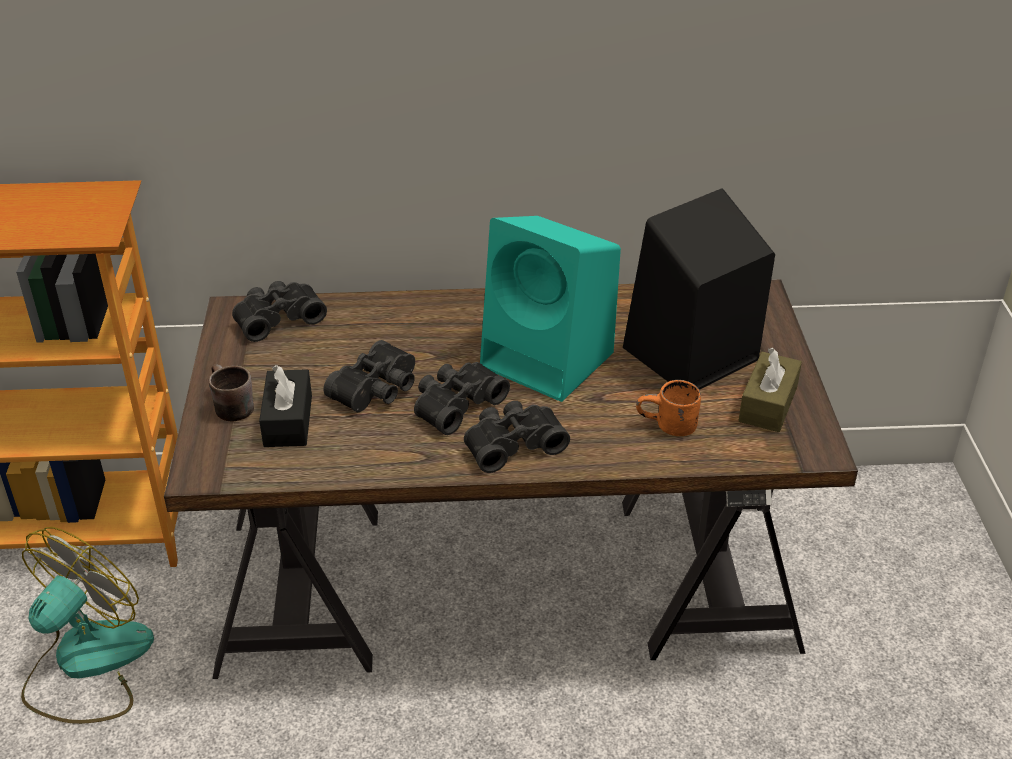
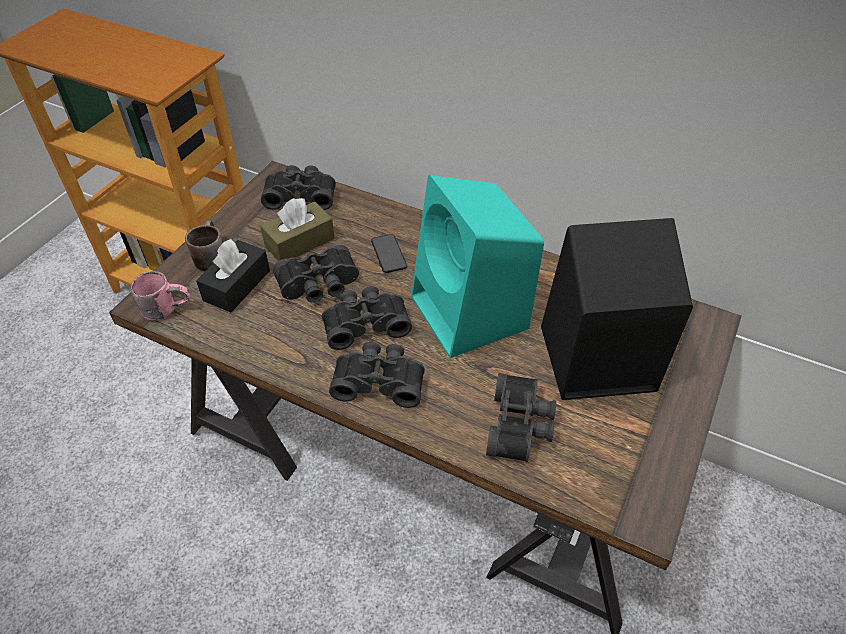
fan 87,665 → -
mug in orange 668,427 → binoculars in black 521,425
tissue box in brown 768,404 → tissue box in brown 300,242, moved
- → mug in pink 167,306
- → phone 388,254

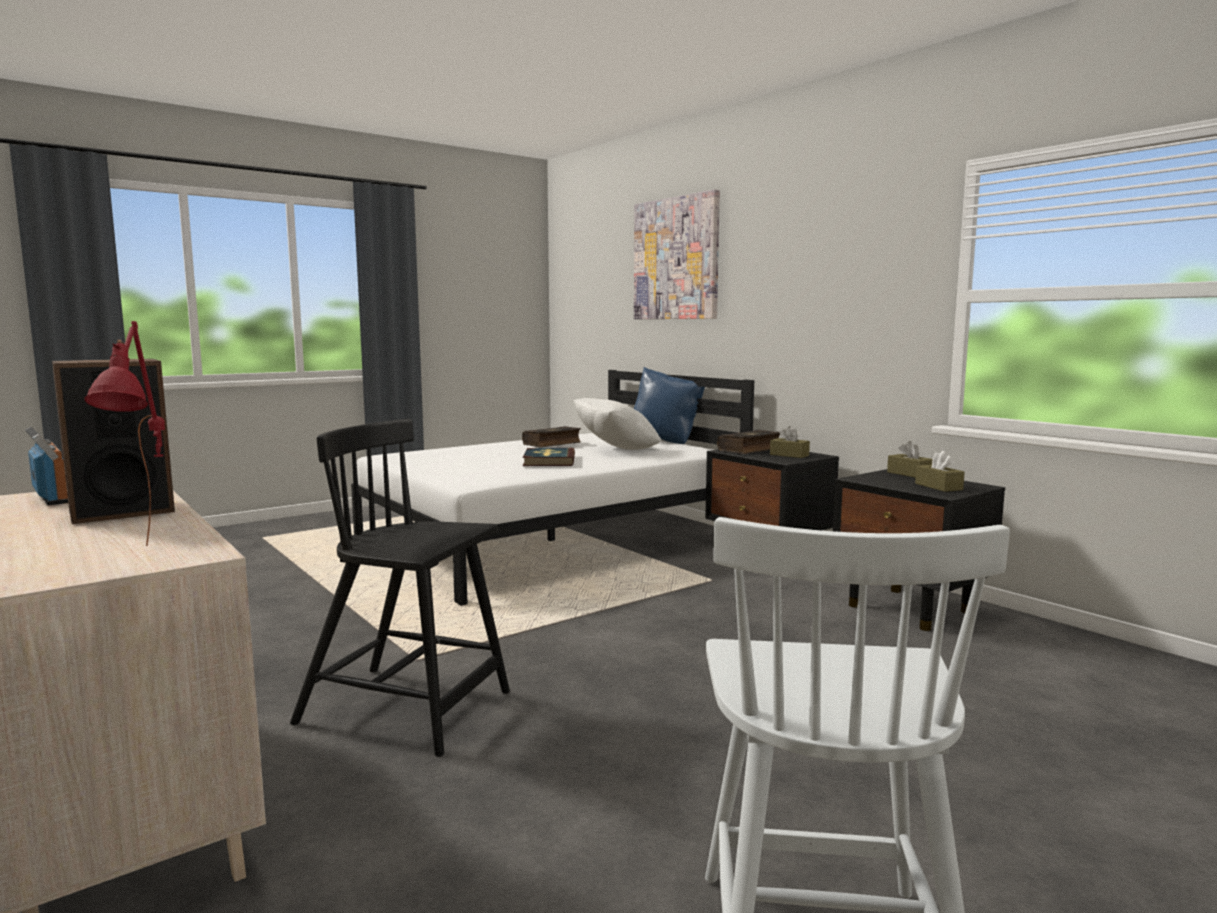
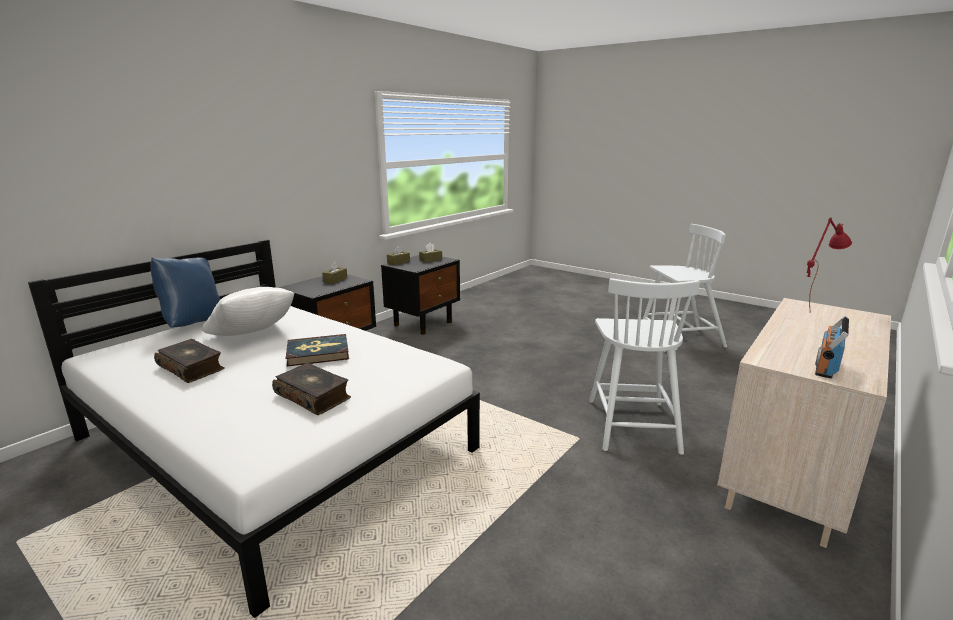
speaker 121,511 → -
chair in black 408,709 → chair in white 632,424
picture 676,259 → -
book 750,449 → book 313,396, moved

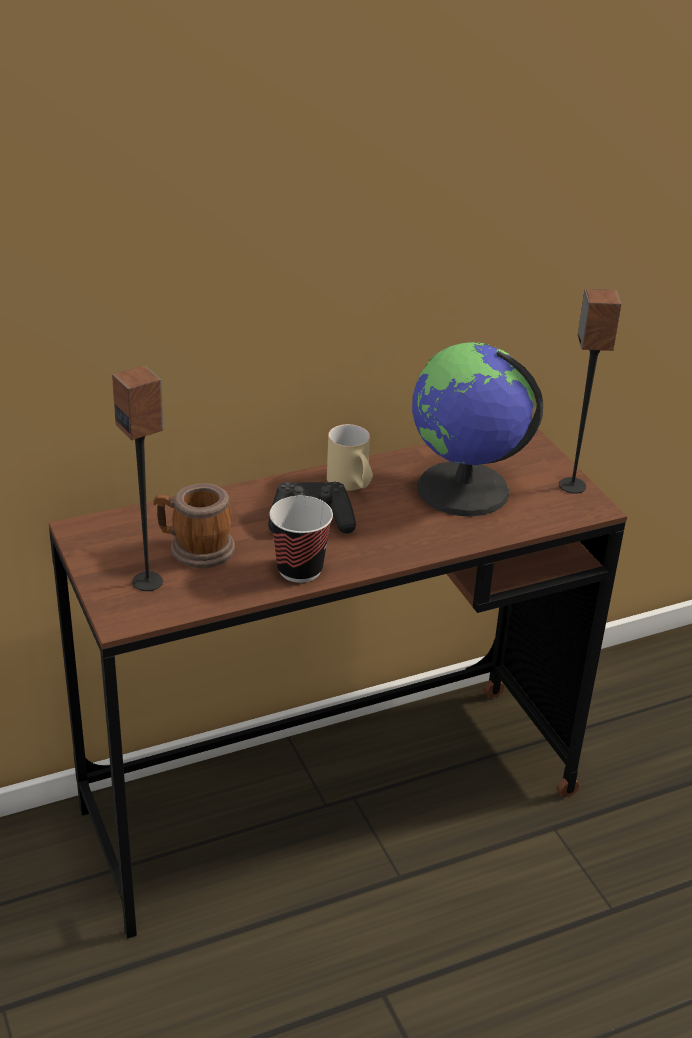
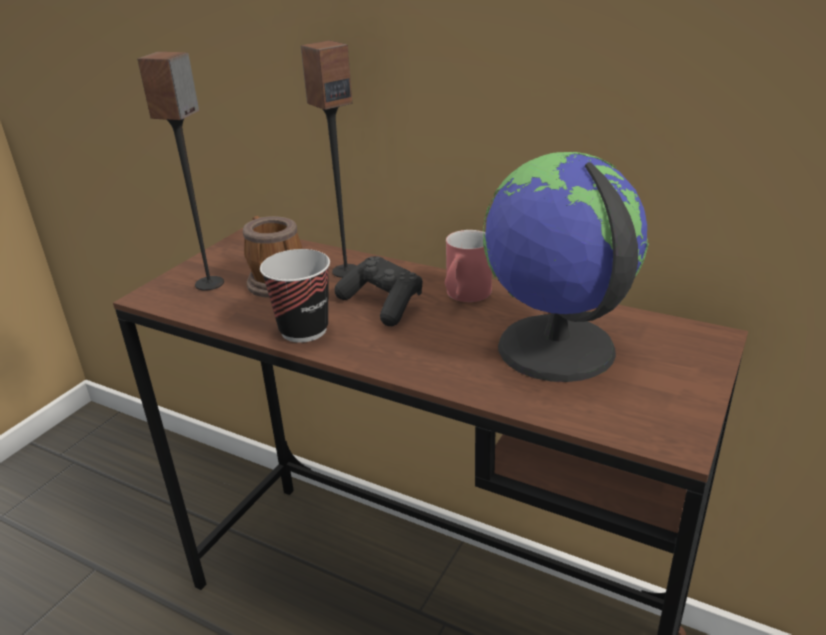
mug in beige 352,485 → mug in red 464,297
speaker 571,486 → speaker 345,271, moved

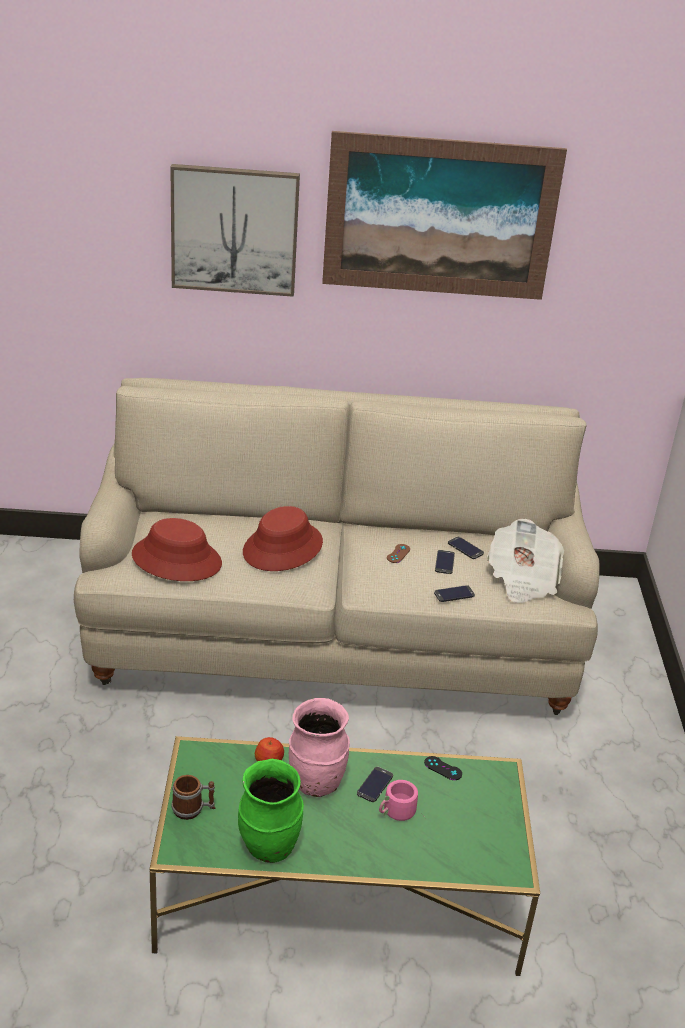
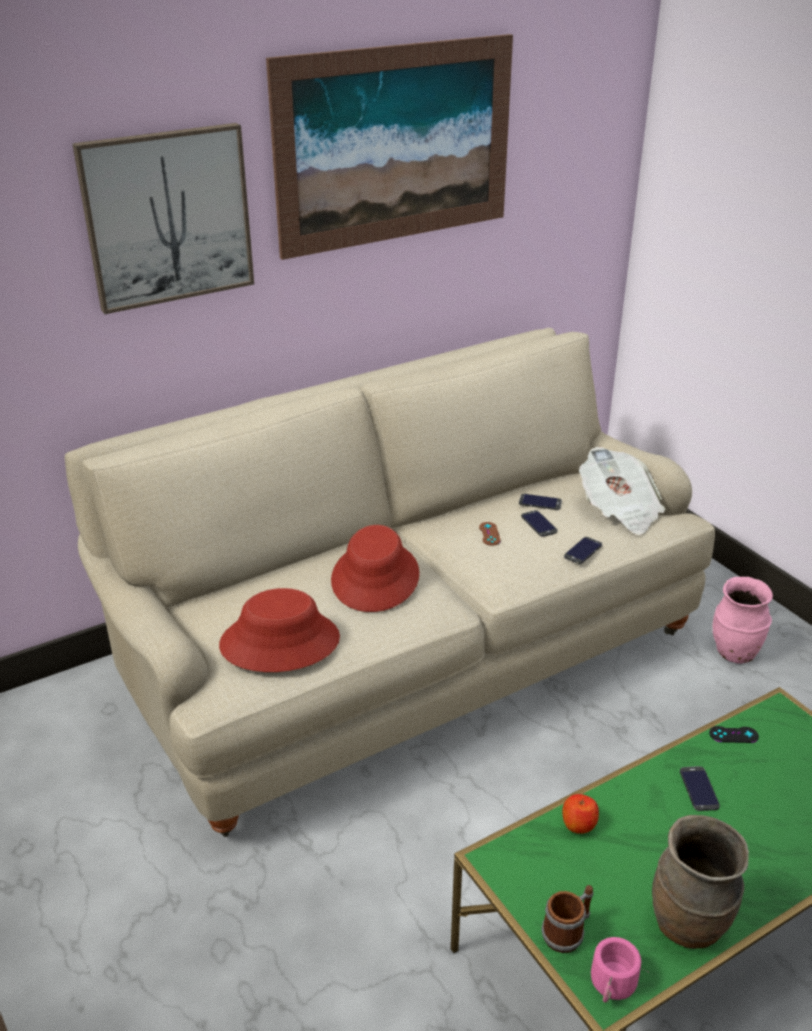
vase in green 269,848 → vase in brown 688,927
vase in pink 316,783 → vase in pink 734,653, moved
mug in pink 397,813 → mug in pink 614,987, moved

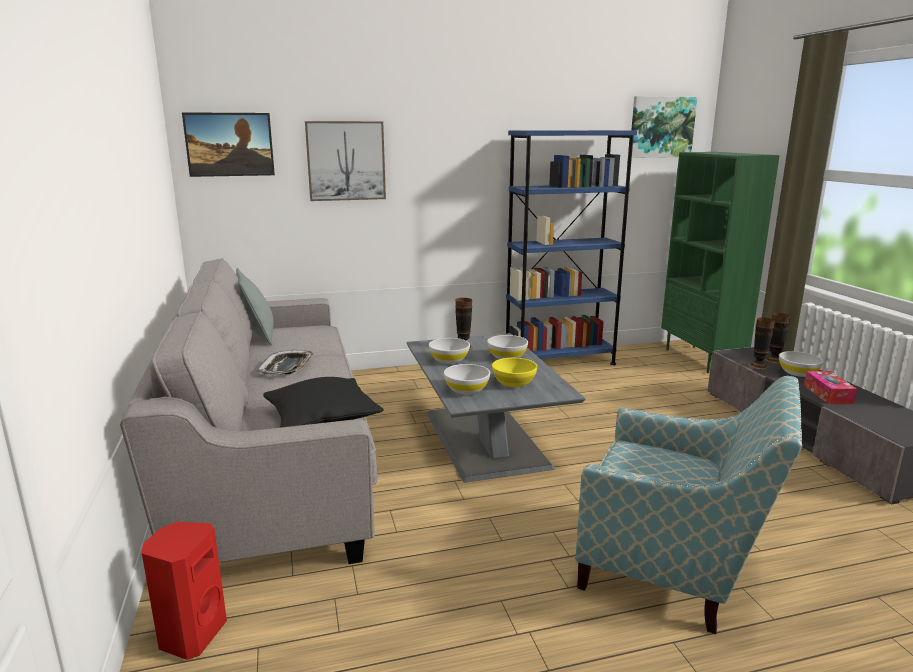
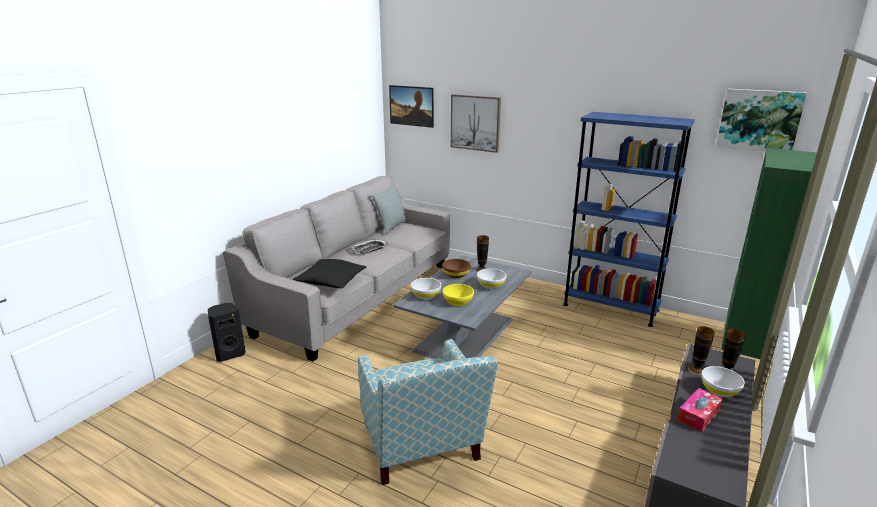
speaker in red 191,635 → speaker in black 229,354
bowl in white 449,360 → bowl in brown 456,275

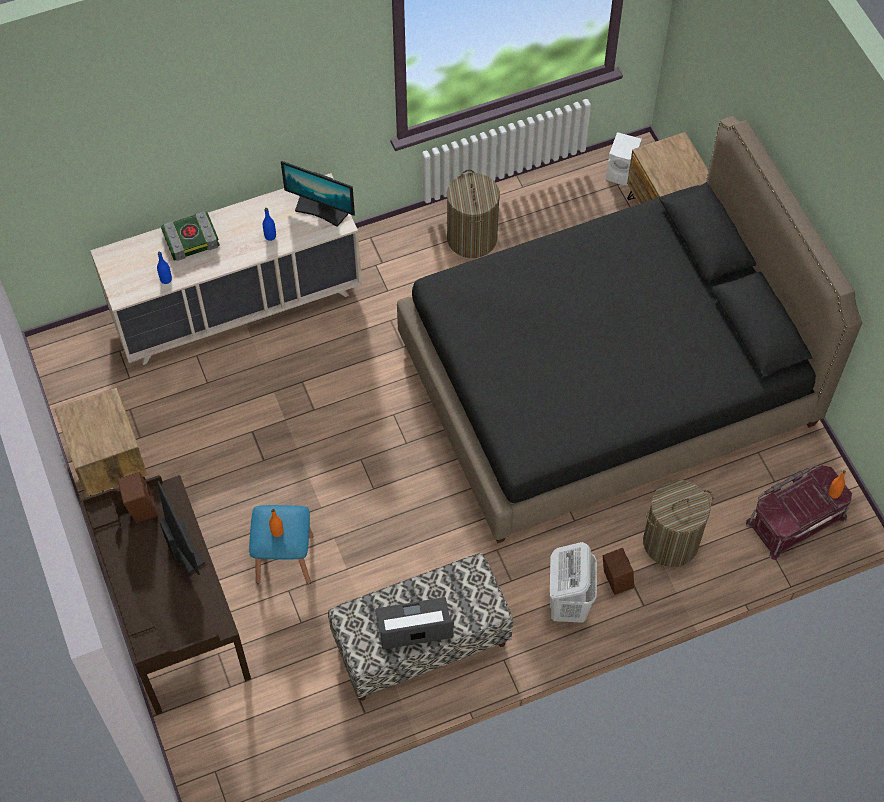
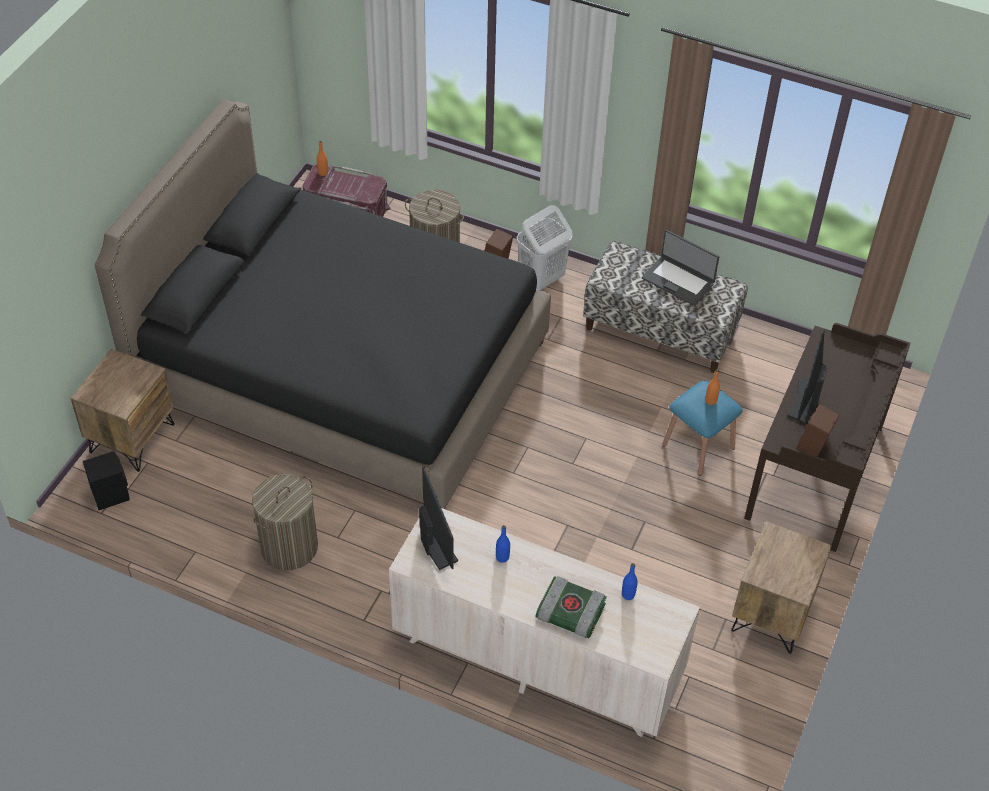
speaker in white 622,172 → speaker in black 110,493

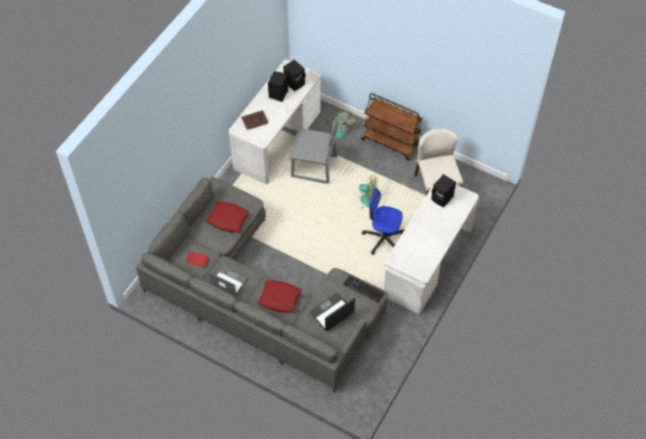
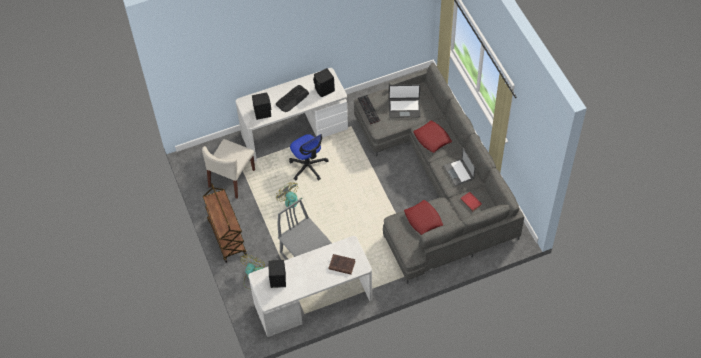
speaker in black 278,94 → speaker in black 324,90, moved
- → keyboard 292,99

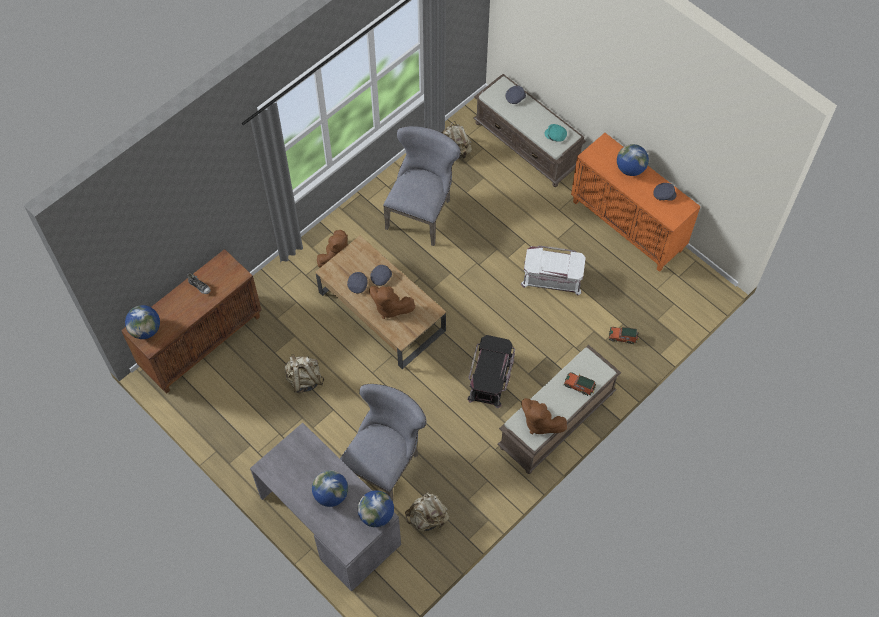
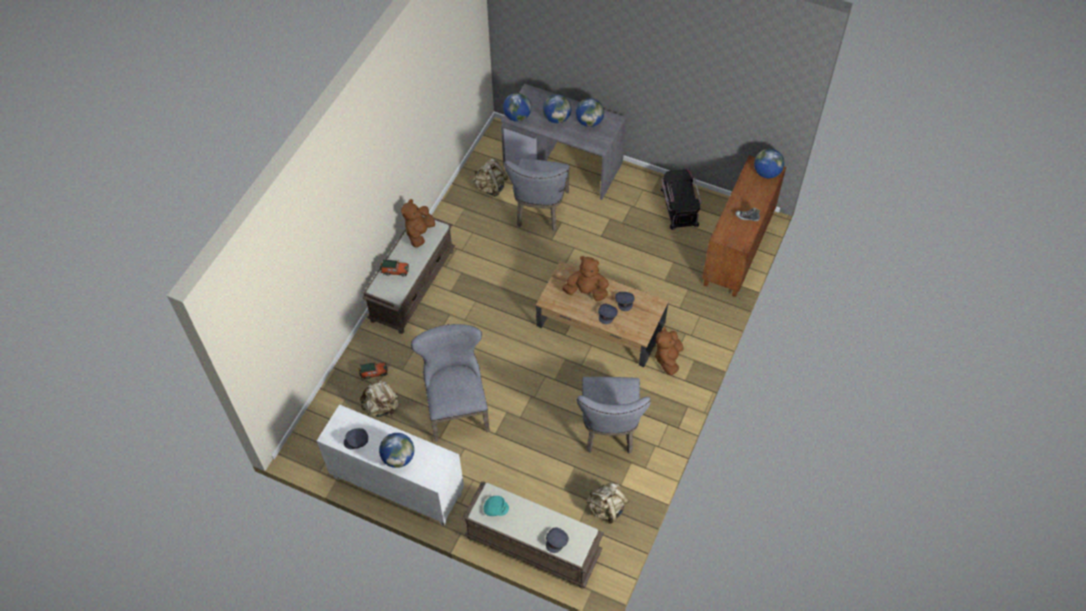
backpack in beige 304,380 → backpack in beige 382,407, moved
storage box in black 491,377 → storage box in black 678,207, moved
storage box in white 552,278 → chair in grey 456,406
plush toy in brown 539,423 → plush toy in brown 419,233, 90 degrees counterclockwise
cabinet in orange 628,226 → cabinet in white 396,486
- → globe 589,122

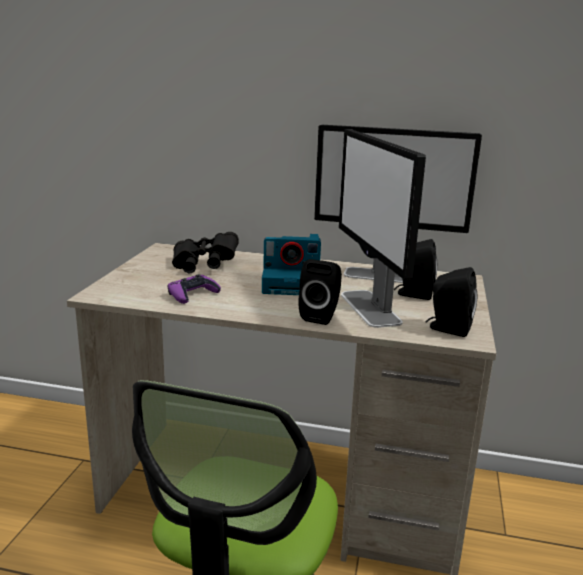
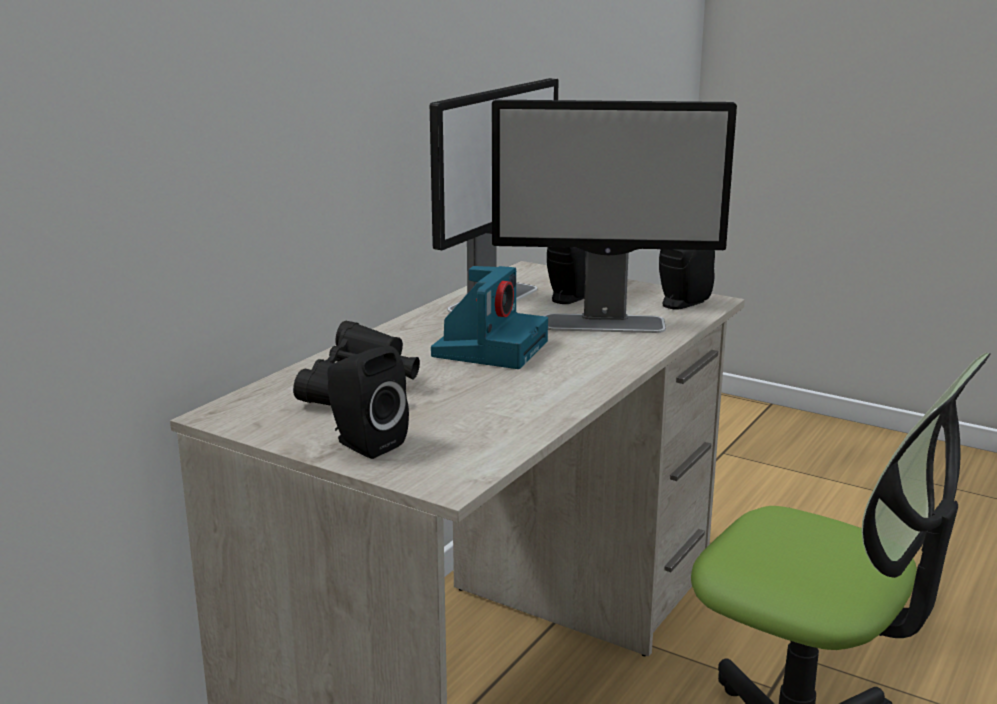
game controller in purple 192,294 → -
speaker in black 321,316 → speaker in black 364,444, moved

